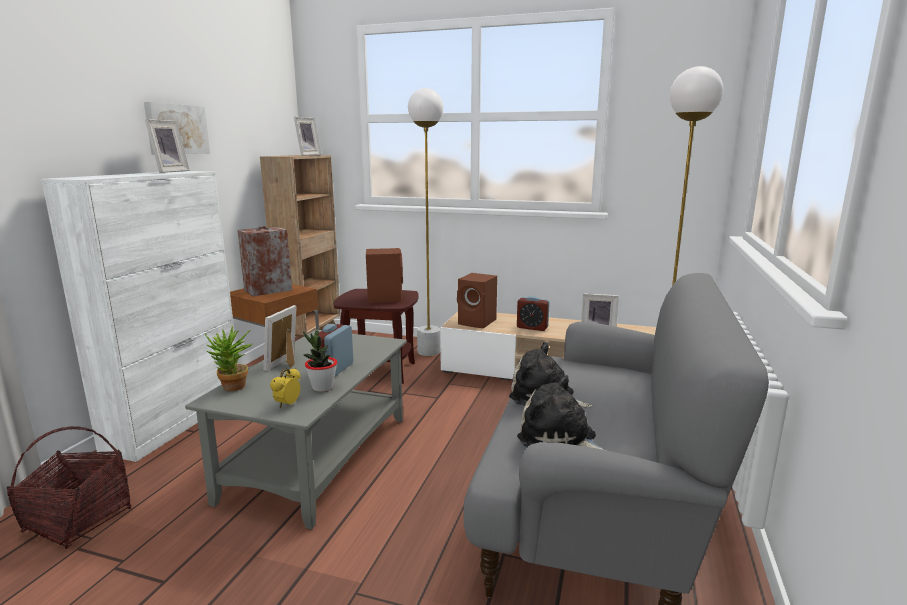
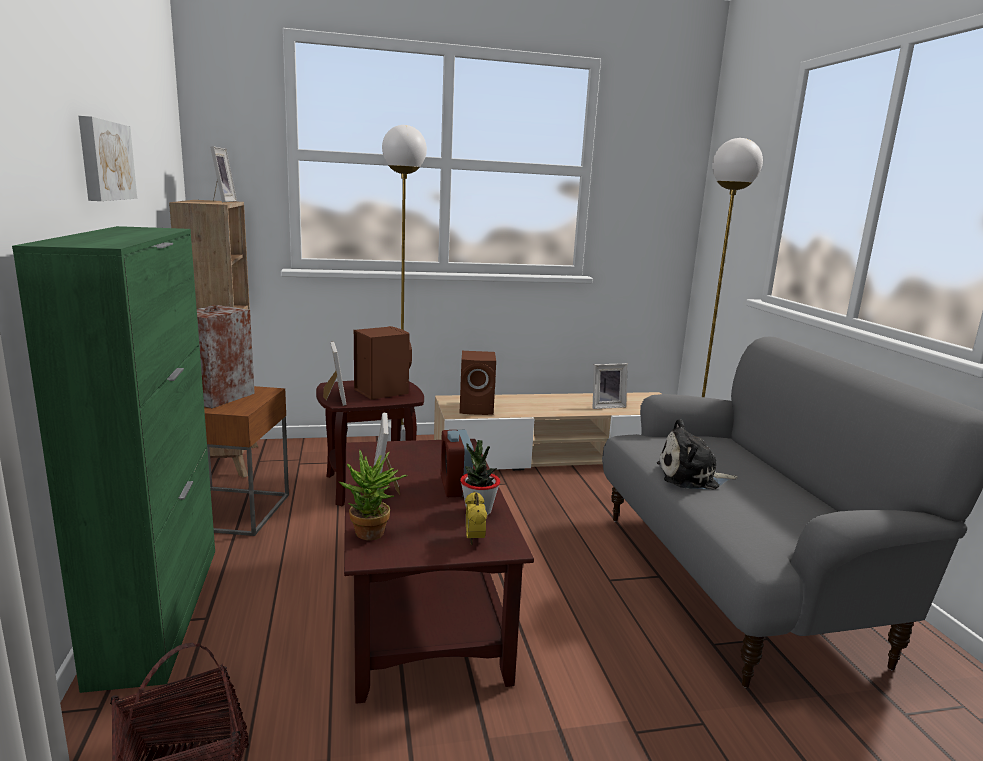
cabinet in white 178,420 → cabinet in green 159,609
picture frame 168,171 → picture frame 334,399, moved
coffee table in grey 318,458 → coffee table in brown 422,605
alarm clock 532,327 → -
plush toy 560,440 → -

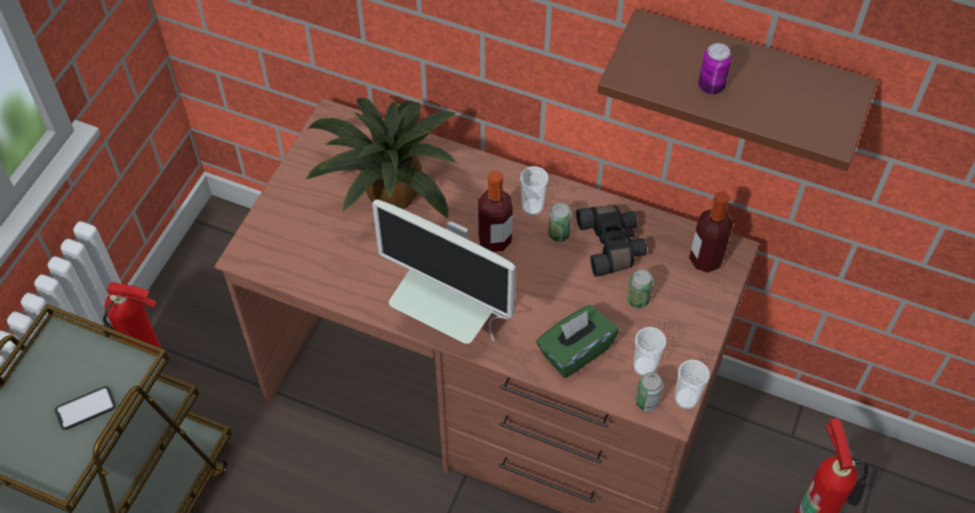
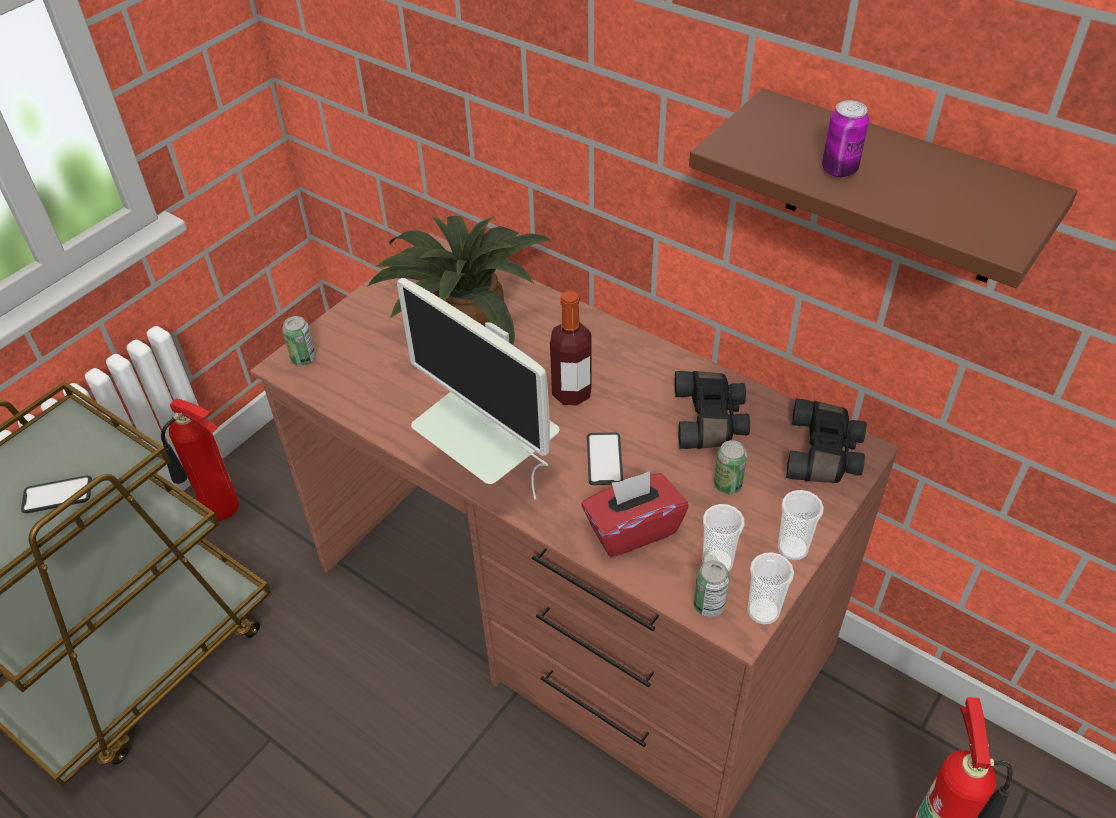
cup 532,207 → cup 792,548, moved
tissue box in green 575,351 → tissue box in red 632,529
can 559,234 → can 303,358, moved
bottle 705,259 → binoculars in black 825,454
- → phone 604,459

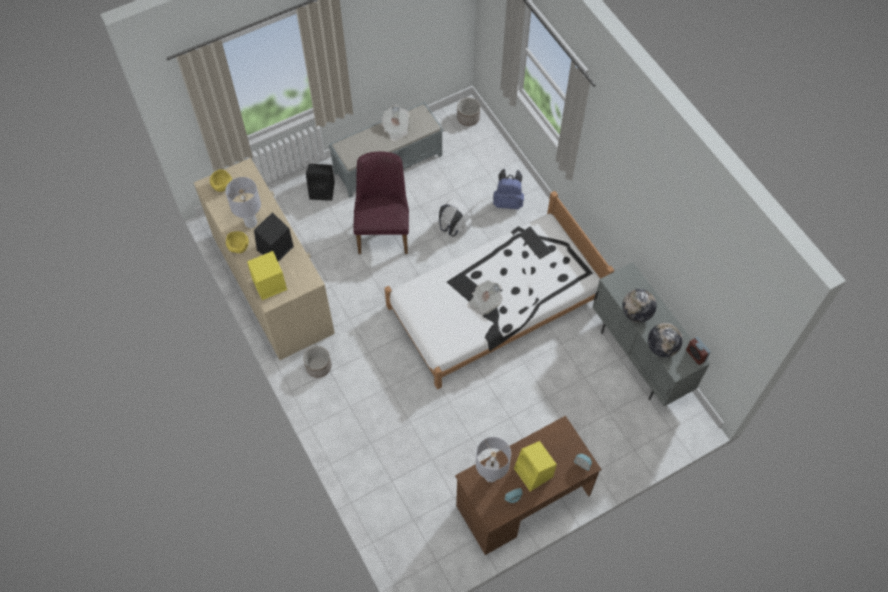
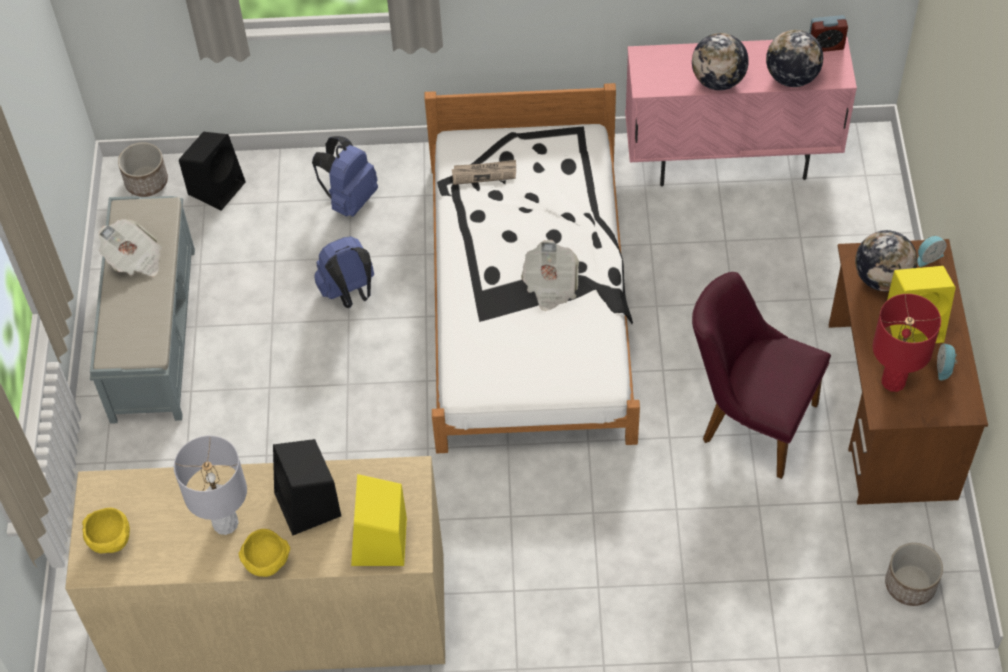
planter 318,366 → planter 909,585, moved
speaker in black 323,190 → speaker in black 217,187, moved
chair in purple 384,230 → chair in purple 749,419, moved
backpack in white 454,228 → backpack in blue 349,293
table lamp in grey 491,476 → table lamp in red 893,381
keyboard 535,243 → newspaper 484,173
cabinet in grey 639,358 → cabinet in pink 731,160
- → globe 882,278

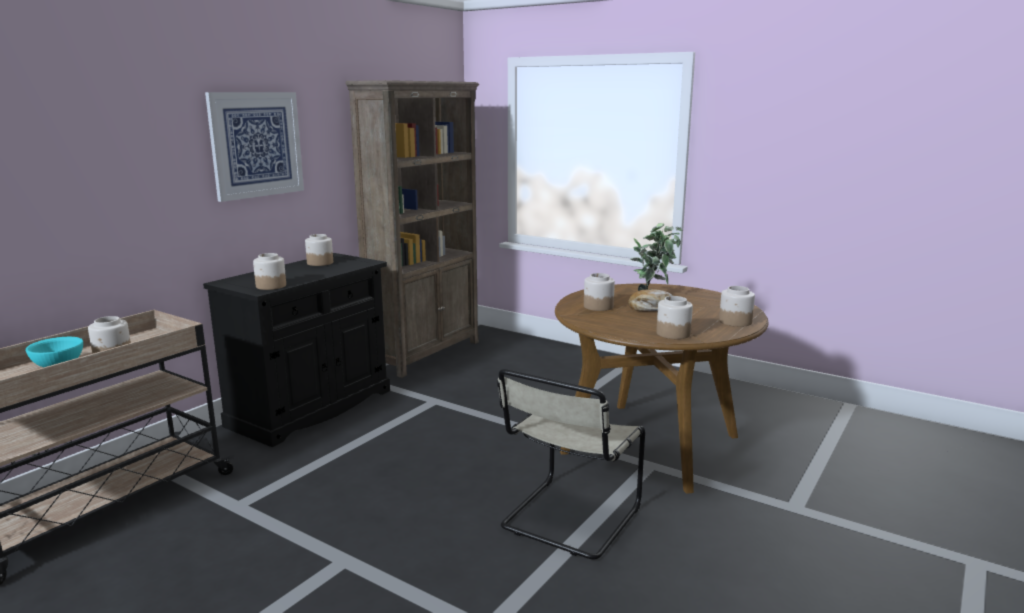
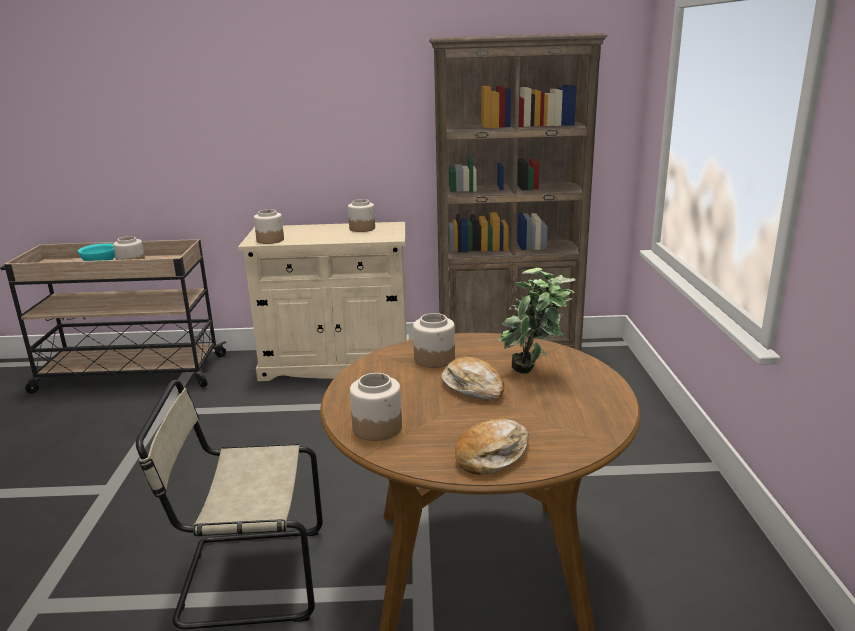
cabinet in black 311,408 → cabinet in beige 336,363
picture 256,144 → -
jar 734,321 → bread 492,456

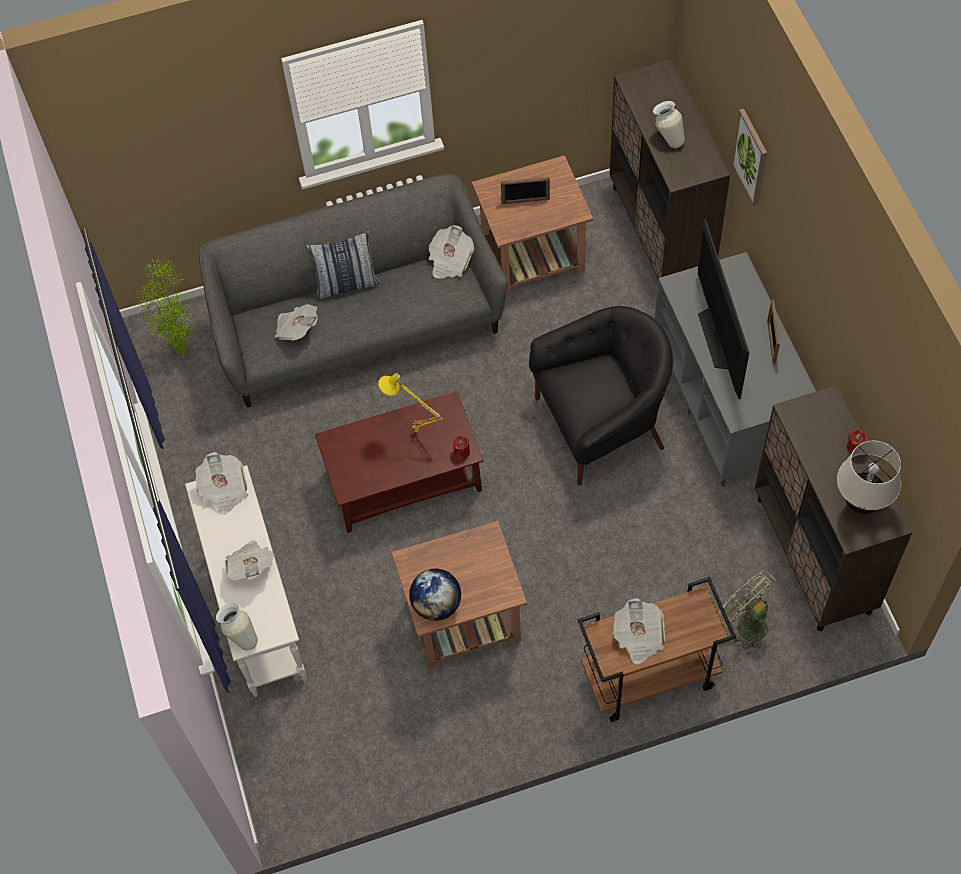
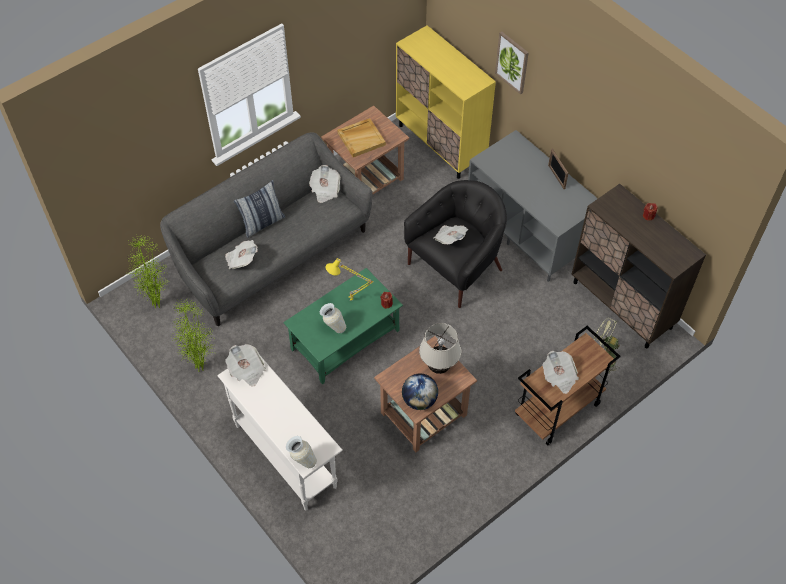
newspaper 251,566 → newspaper 450,239, moved
coffee table in brown 405,480 → coffee table in green 345,339
picture frame 525,201 → tray in beige 361,138
cabinet in brown 661,233 → cabinet in yellow 441,144
vase 667,138 → vase 333,327, moved
television 720,338 → -
table lamp in beige 860,503 → table lamp in beige 438,367, moved
- → potted plant 201,367

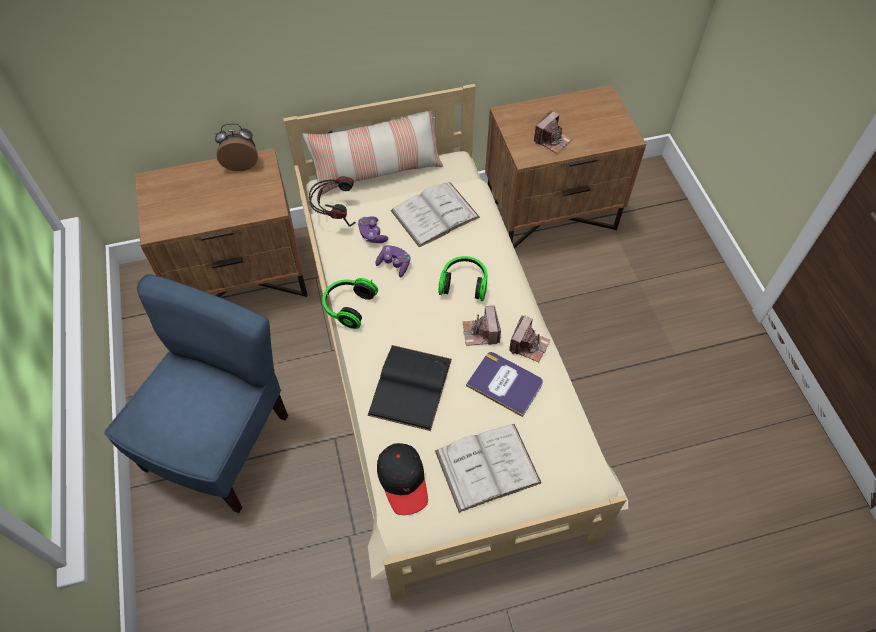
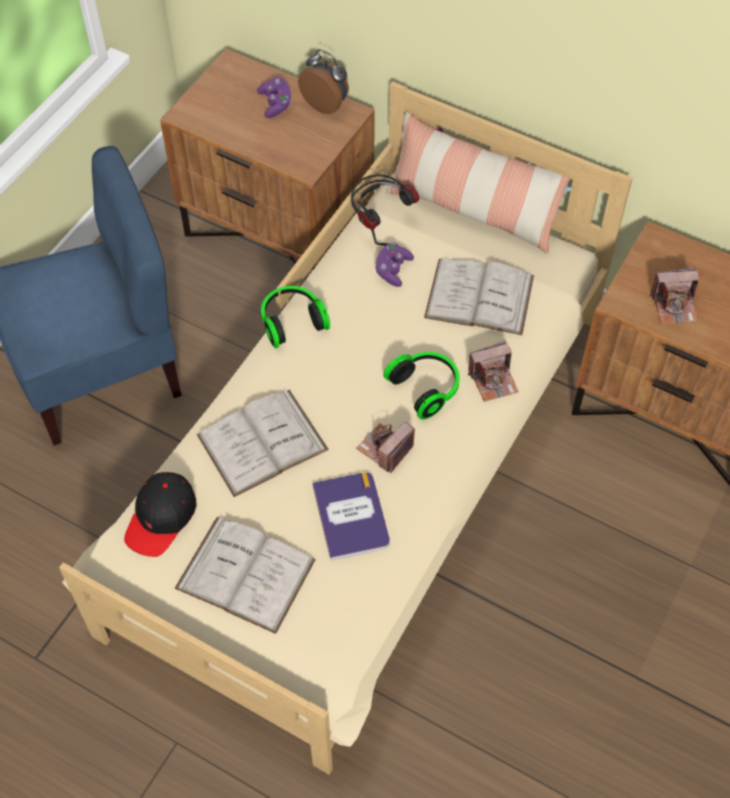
book in black 410,386 → book in white 262,442
game controller in purple 394,265 → game controller in purple 276,104, moved
photo camera 528,345 → photo camera 493,380, moved

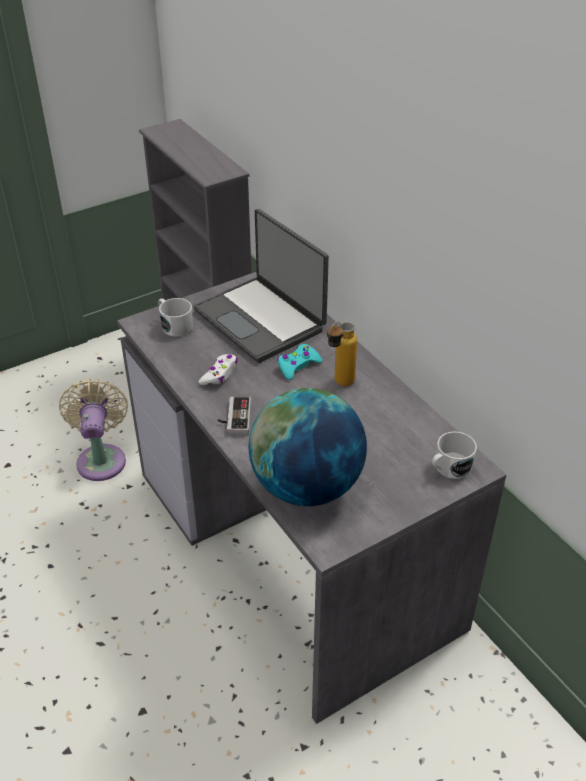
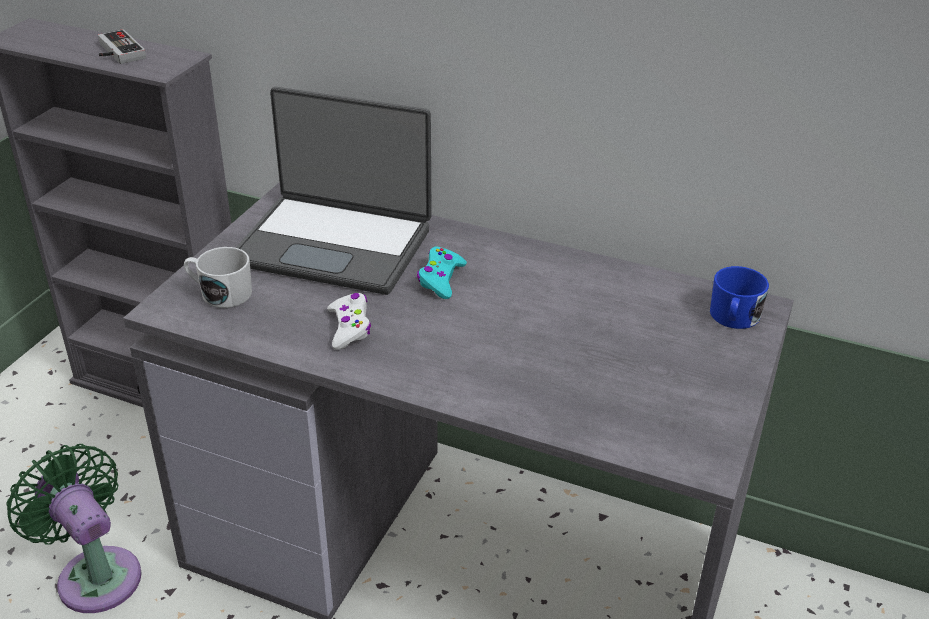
fan in beige 101,458 → fan in green 95,574
game controller 234,418 → game controller 116,52, moved
globe 306,487 → -
bottle 339,384 → -
mug in white 449,468 → mug in blue 733,318

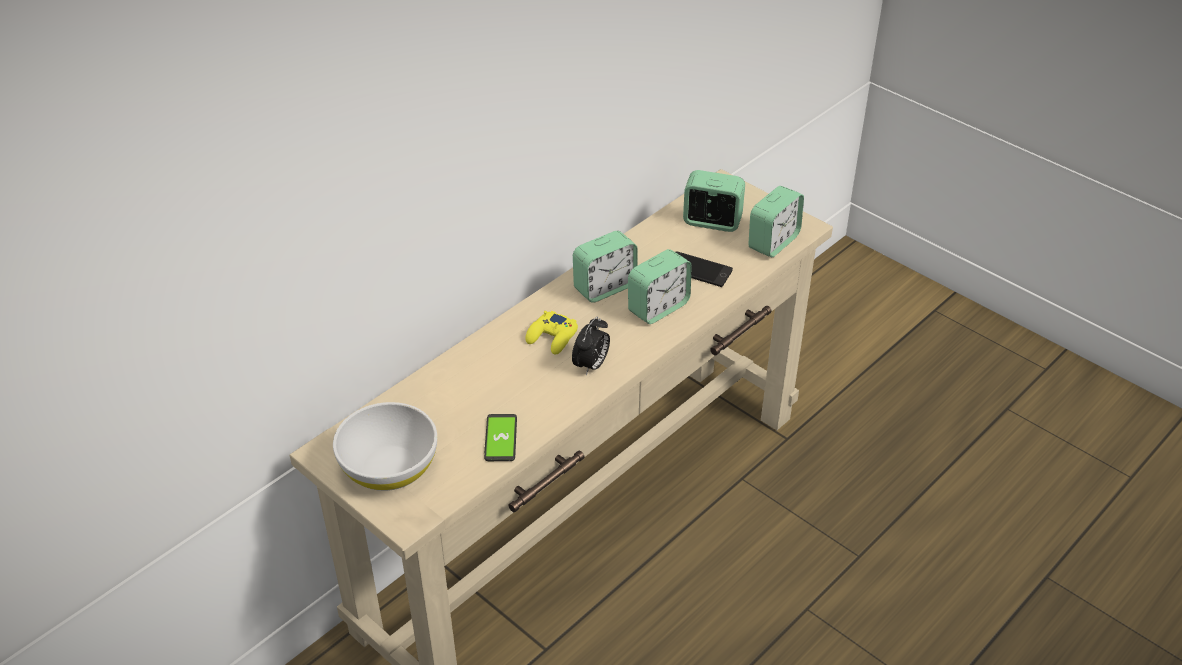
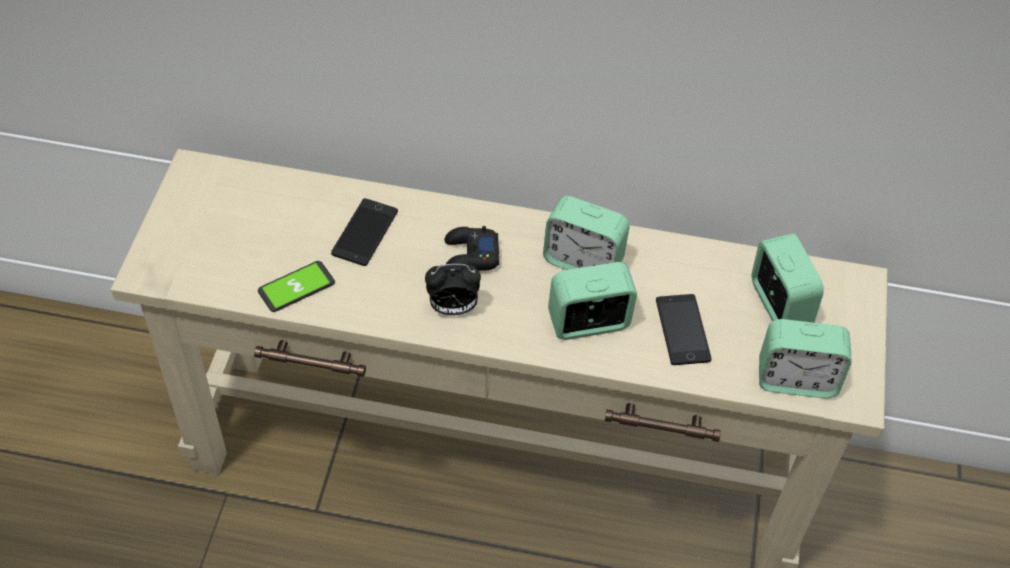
bowl in white 390,468 → -
game controller in yellow 552,337 → game controller in black 470,256
alarm clock 658,307 → alarm clock 588,323, 150 degrees clockwise
- → phone 365,232

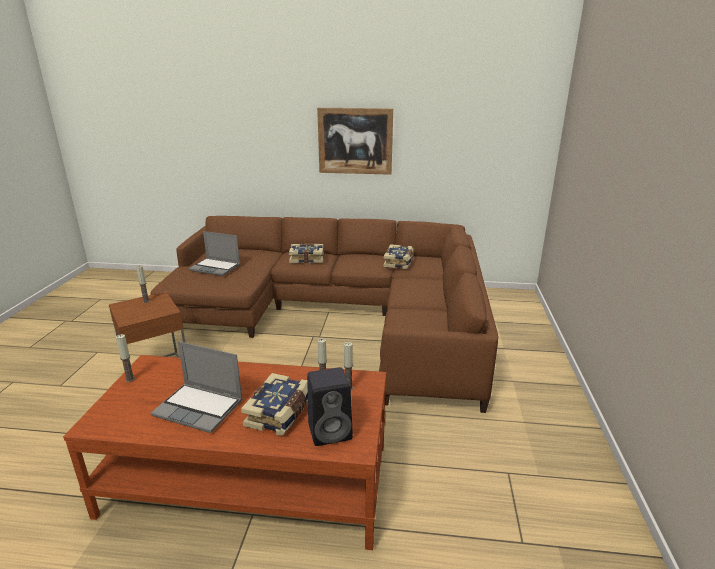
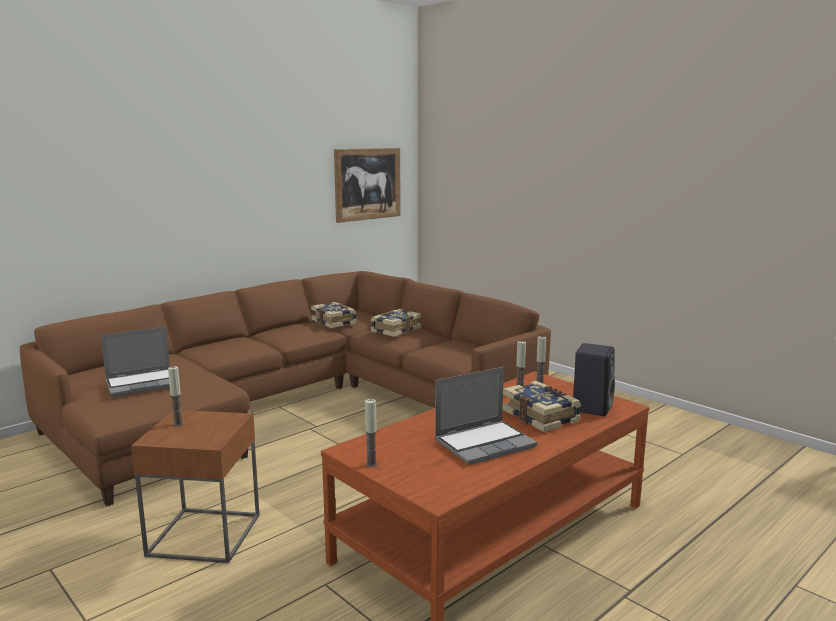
book 307,259 → book 395,330, moved
picture 355,141 → picture 367,184, moved

